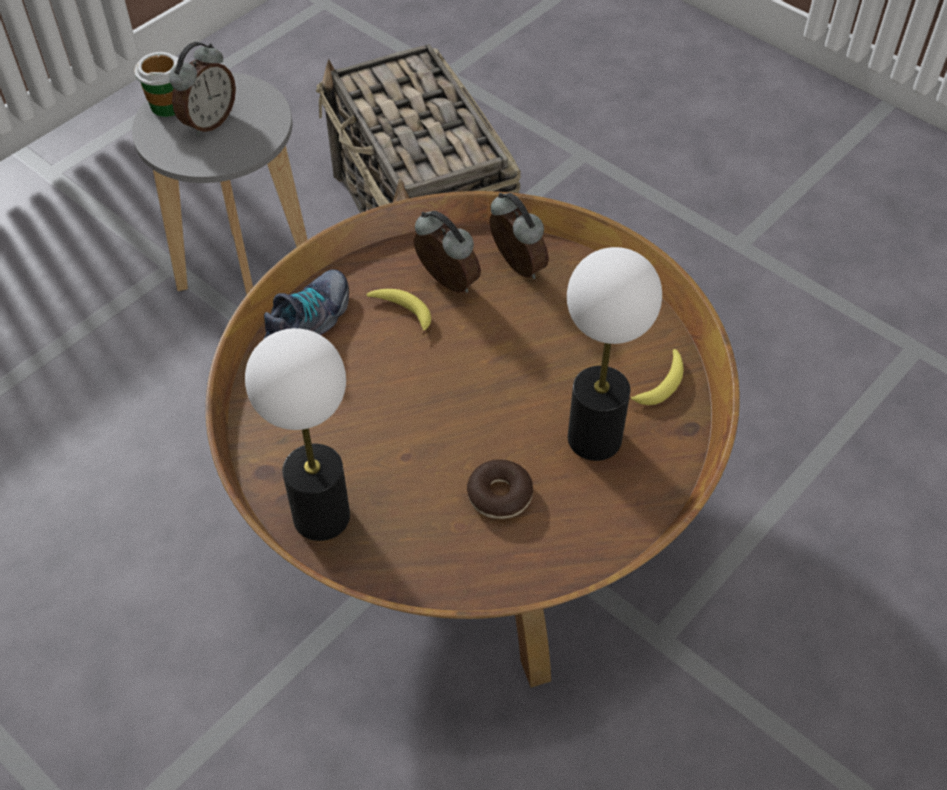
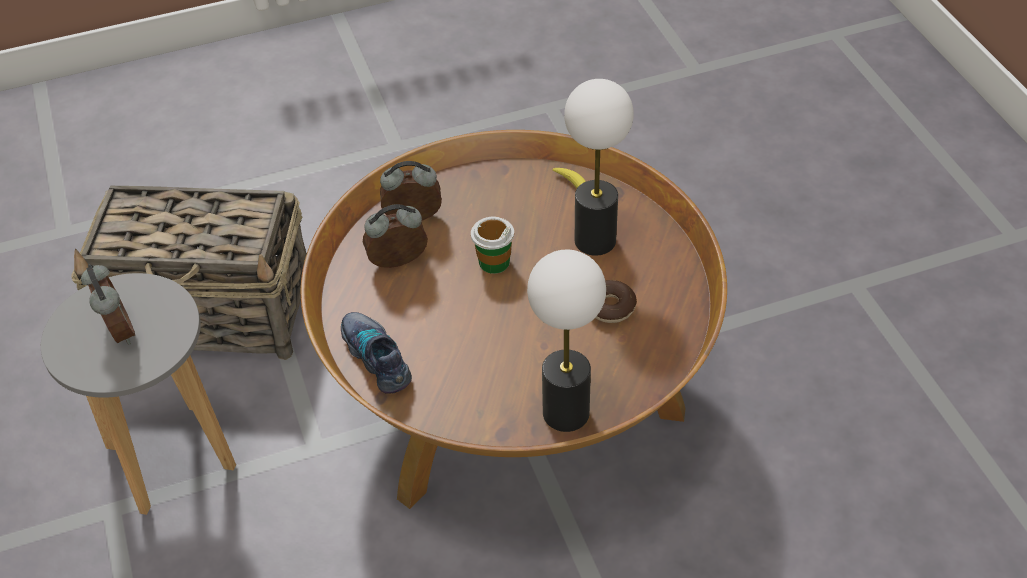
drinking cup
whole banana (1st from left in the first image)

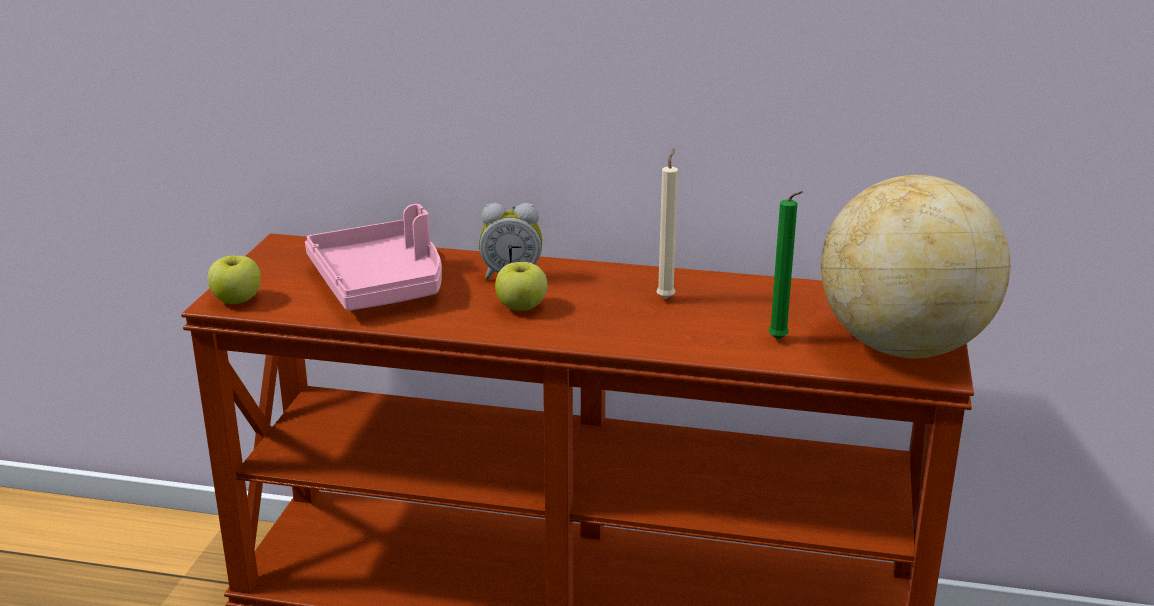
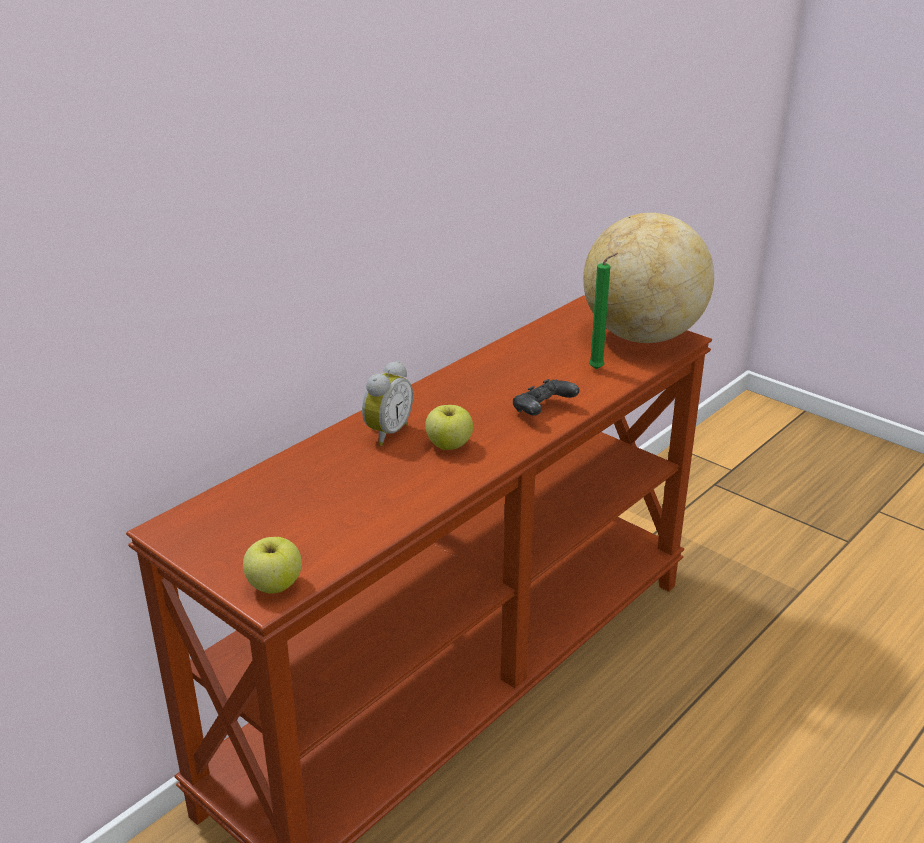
beige-coloured wax light
pink-coloured tray
black-coloured game controller

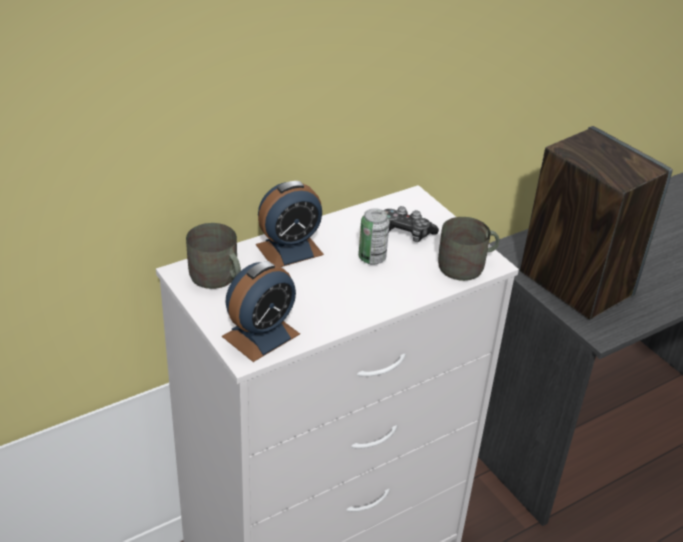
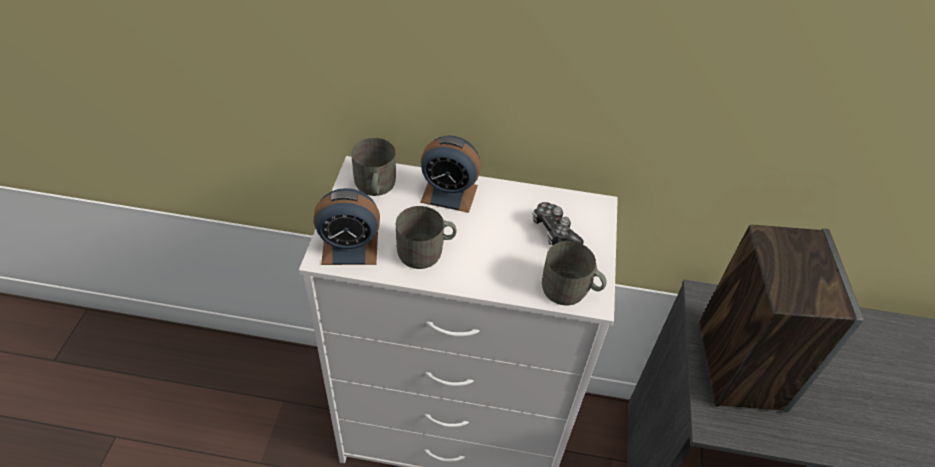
can
grey tea mug (2nd from left)

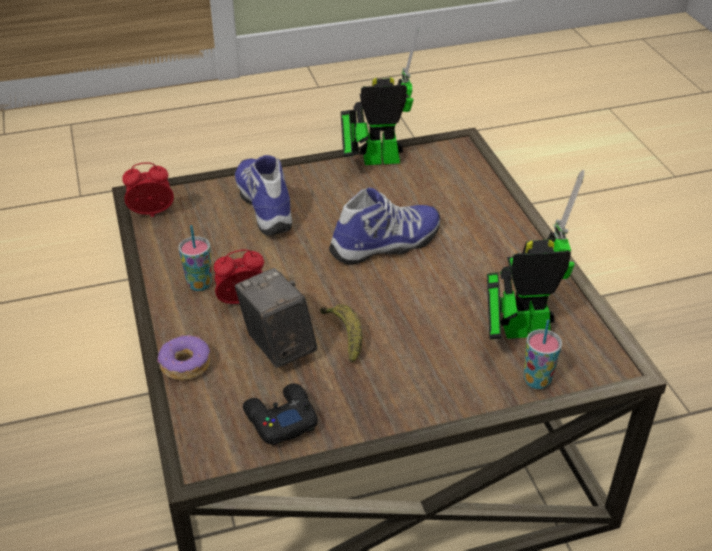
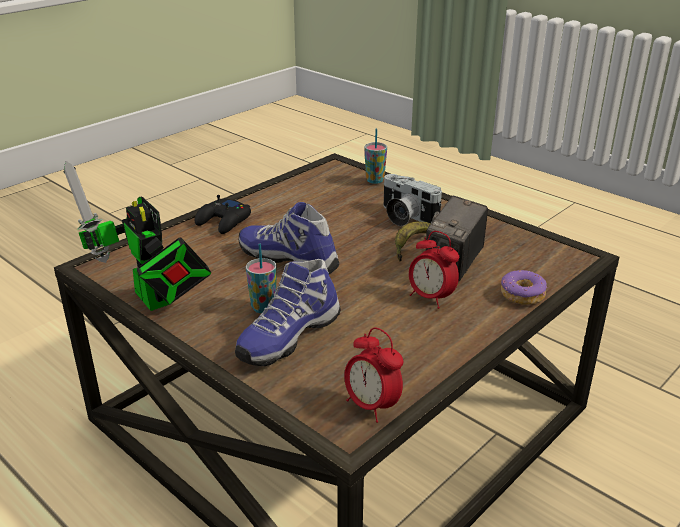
toy robot (2nd from left in the first image)
drinking cup (1st from left)
black-coloured game controller
photo camera (1st from left)

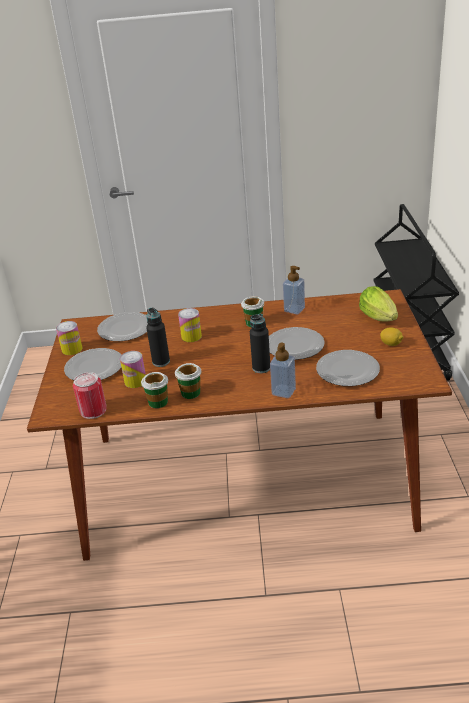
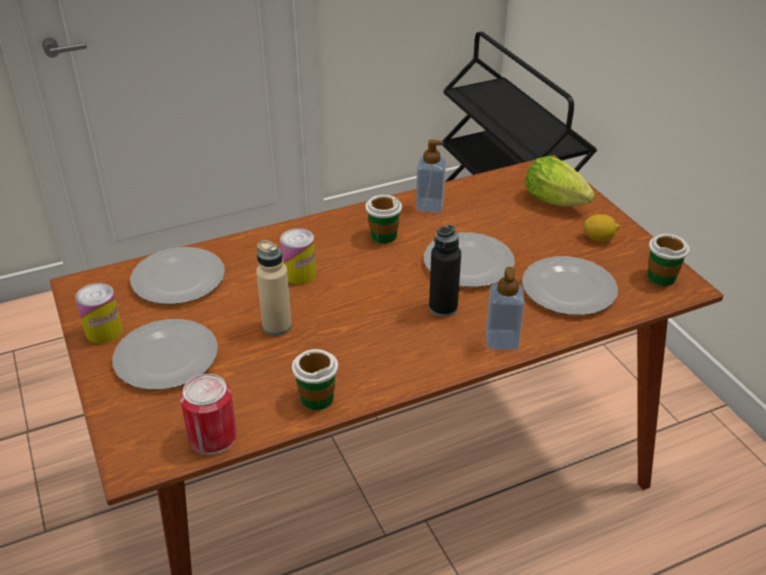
beige-coloured drink bottle
can (3rd from left in the first image)
drinking cup (3rd from left)

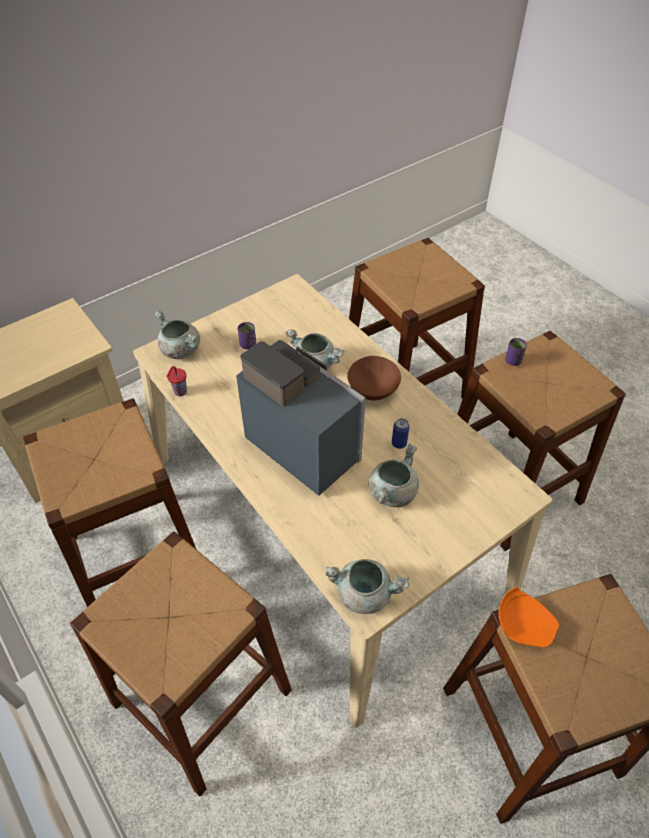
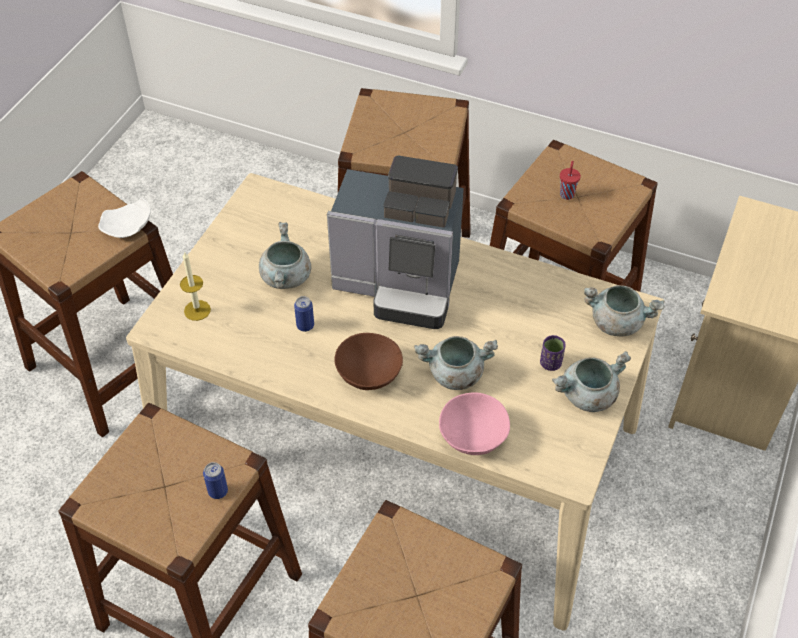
can (1st from left)
red drinking cup
grey saucepot (3rd from left)
whitish flat dish
wax light
pink-coloured serving bowl

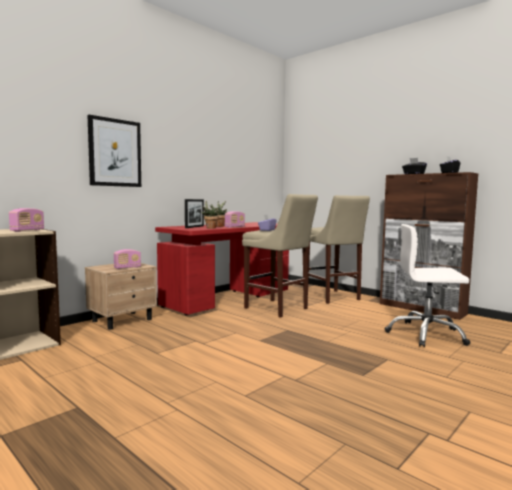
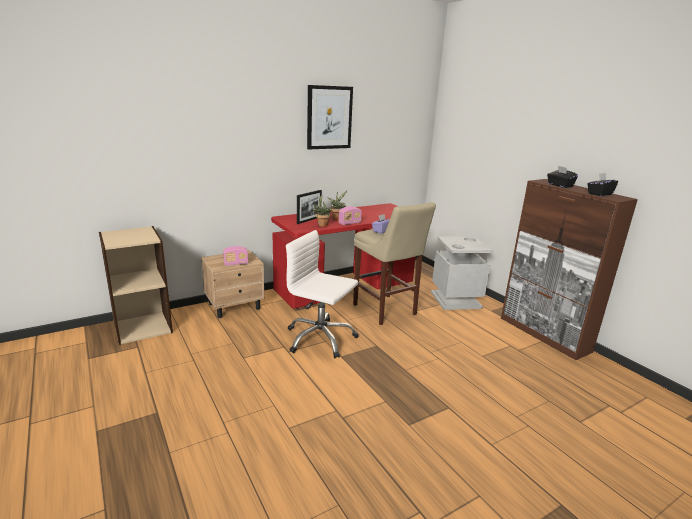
wall picture
grey waste bin
radio receiver (1st from left in the first image)
whitish office chair

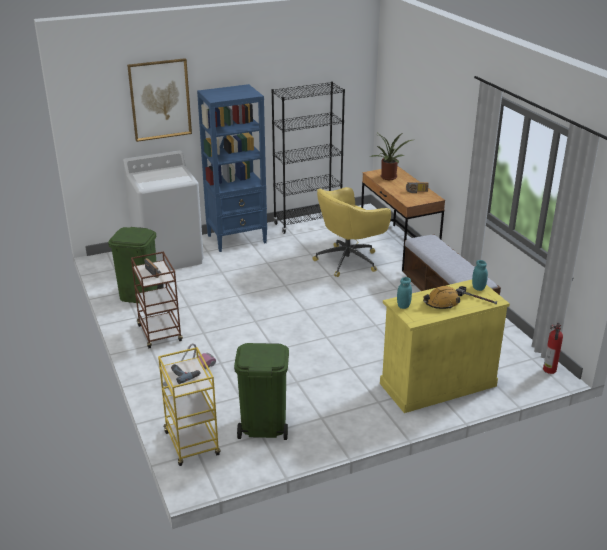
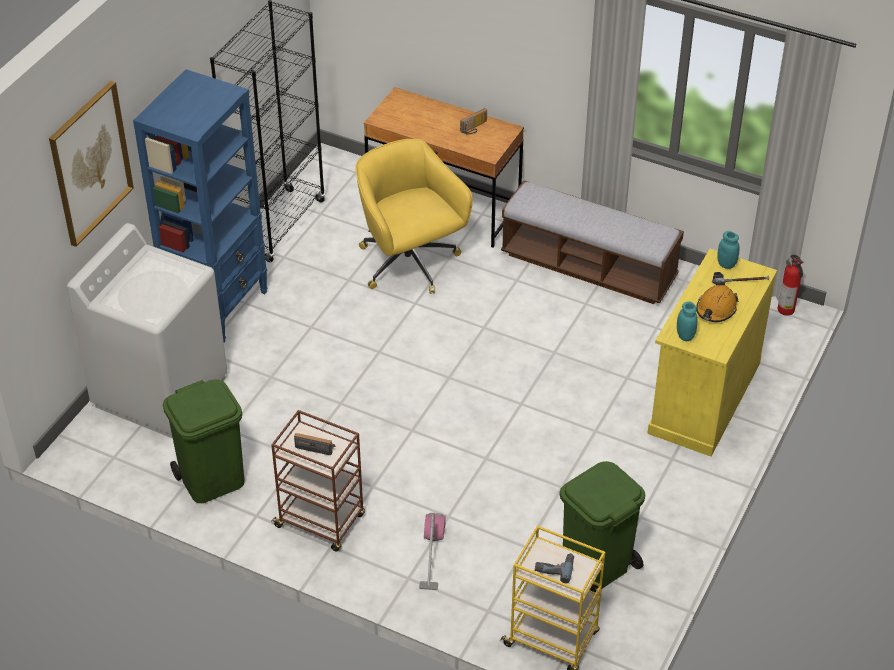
plant in a pot
yellow-coloured office chair

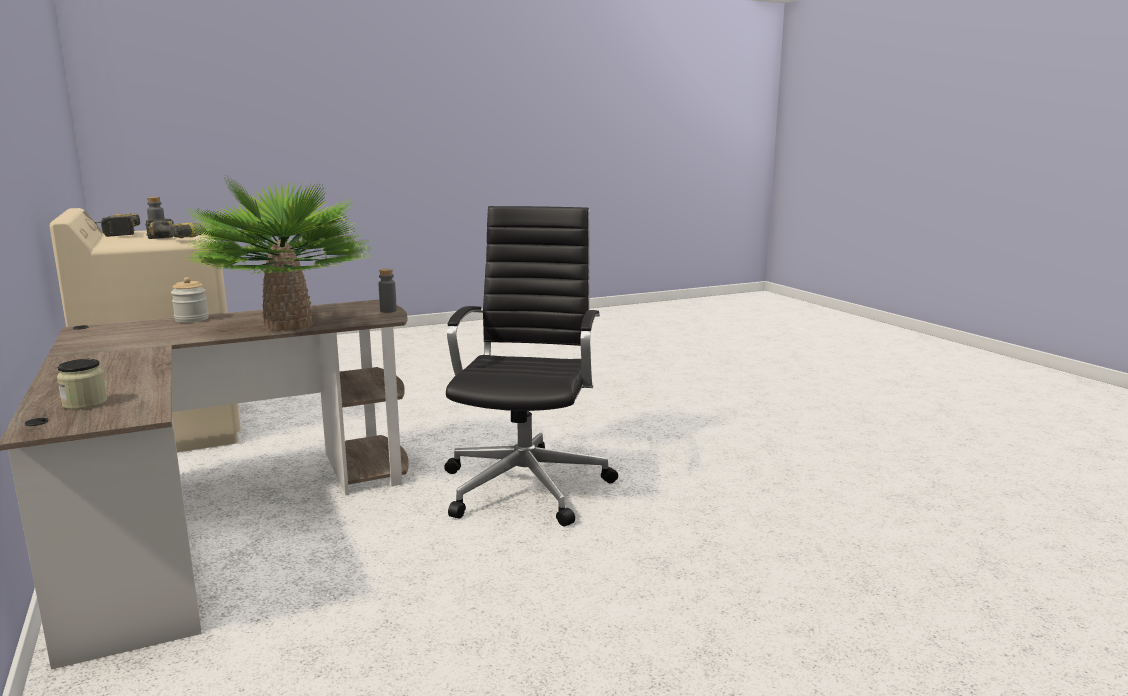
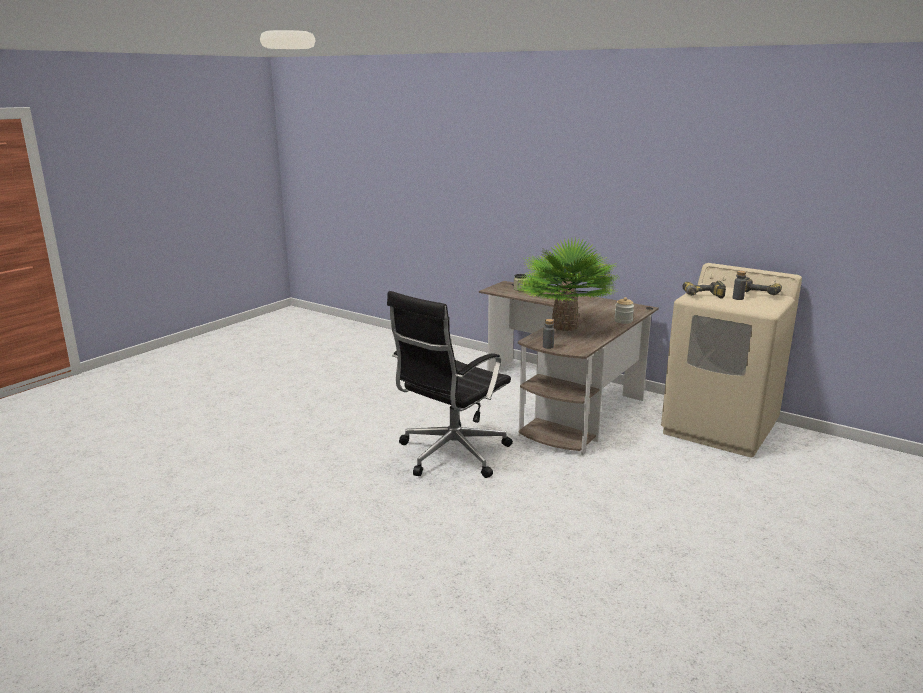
black-coloured office chair

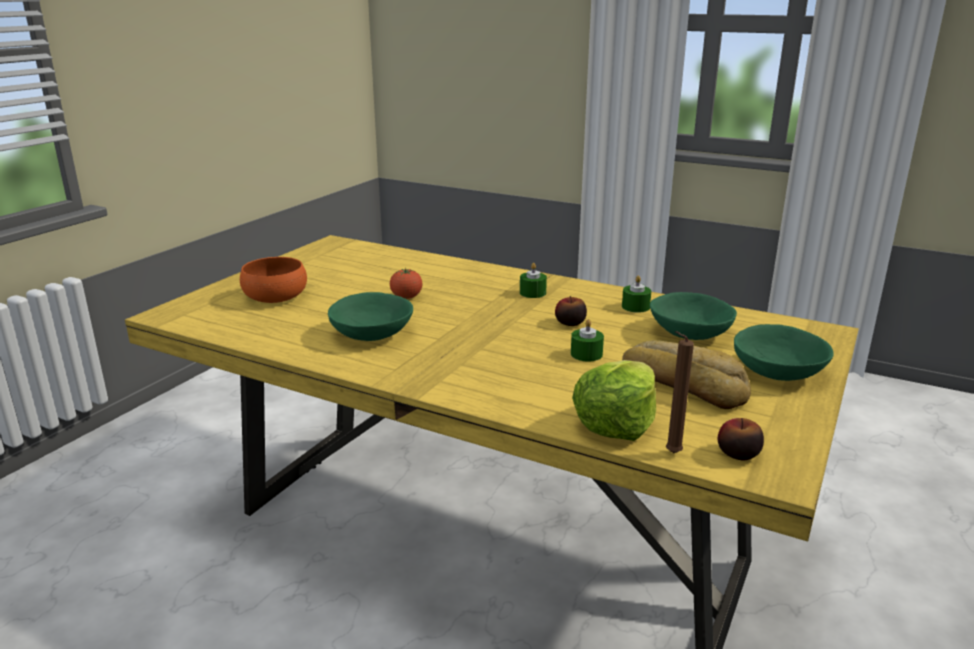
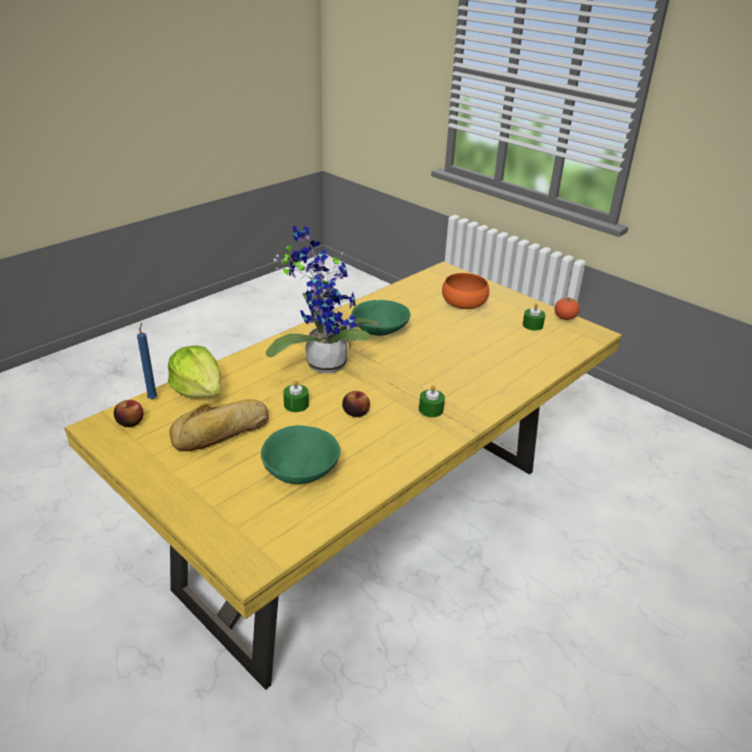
fresh tomato
greenish wax light (3rd from left)
greenish serving bowl (3rd from left in the first image)
blue-coloured wax light
plant in a pot

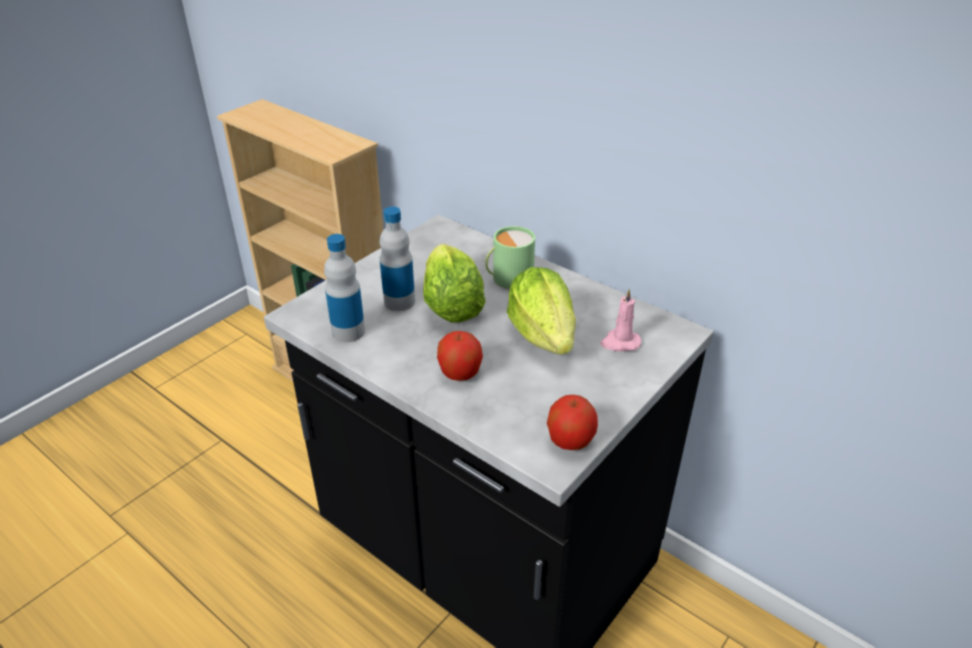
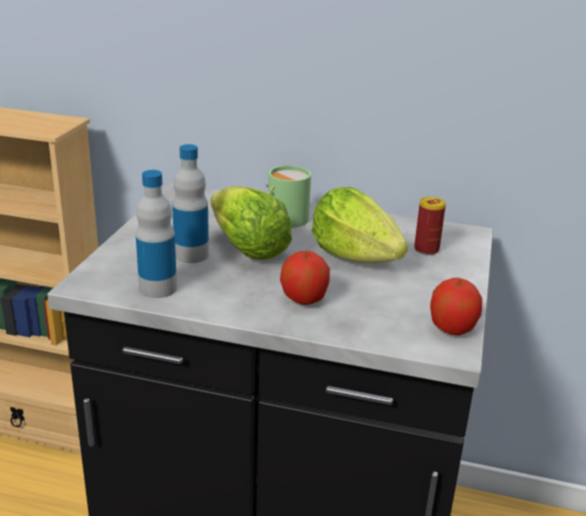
can

